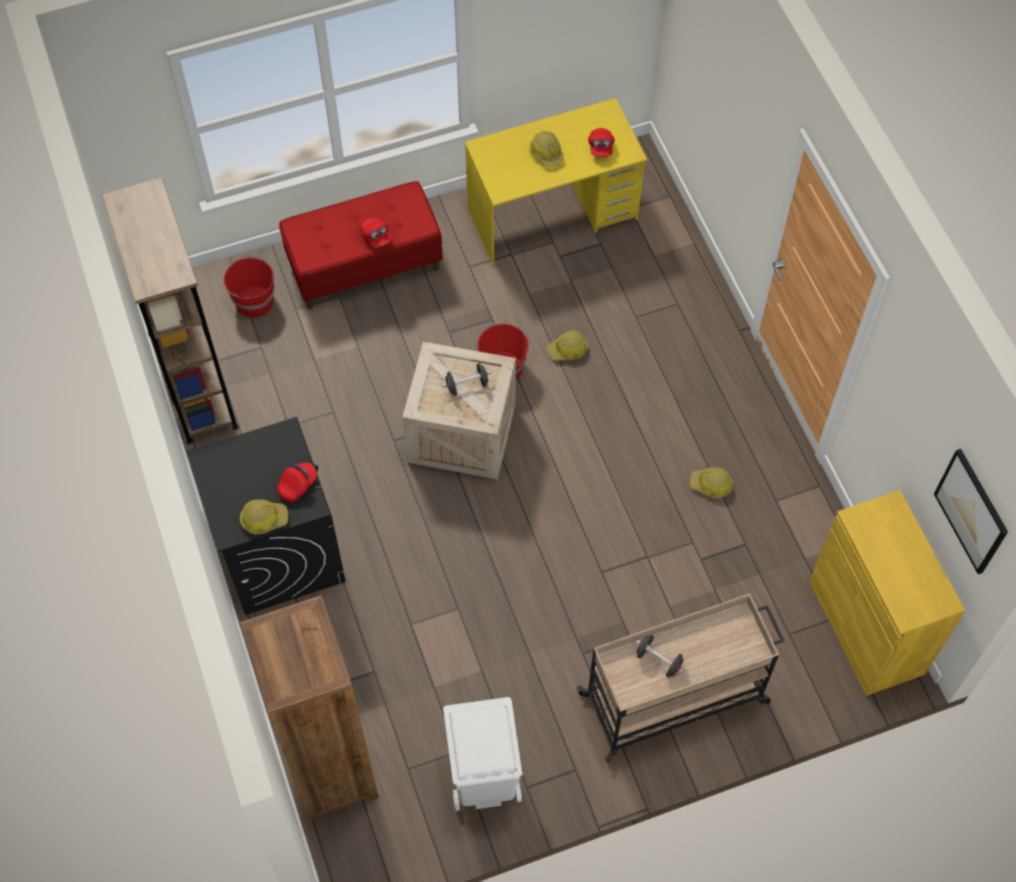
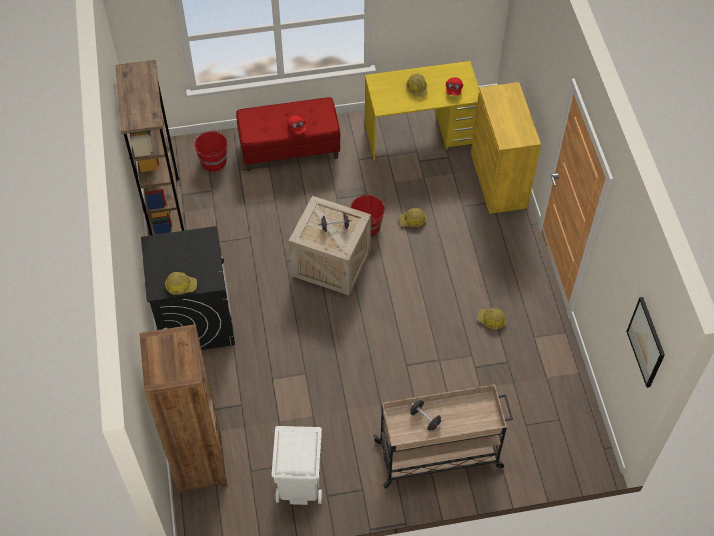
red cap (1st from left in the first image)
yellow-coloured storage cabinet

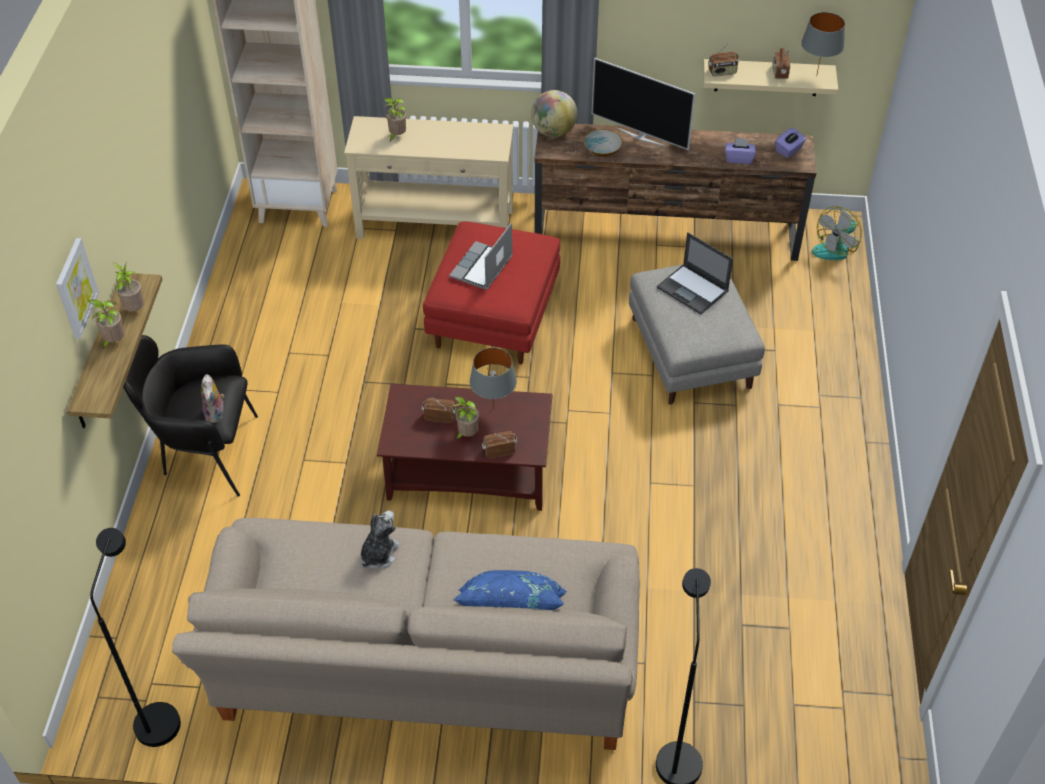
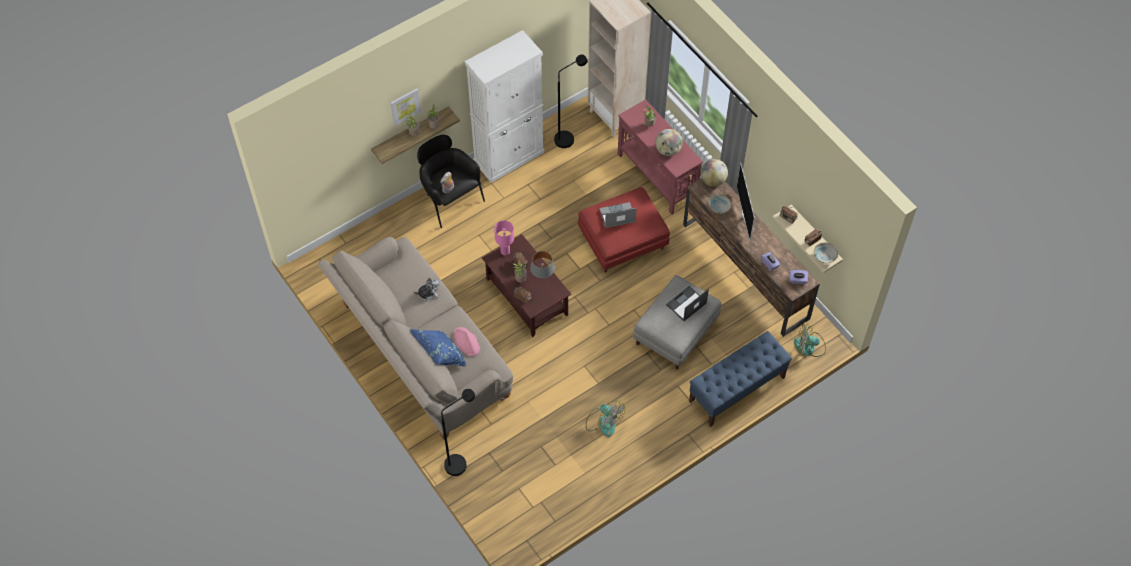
serving bowl (2nd from left)
red narrow table
laptop (2nd from left)
black-coloured floor lamp (2nd from left)
whitish storage cabinet
world globe (1st from left)
pink-coloured tabletop lamp
pink-coloured clothing hat
blue-coloured long seat
fan (1st from left)

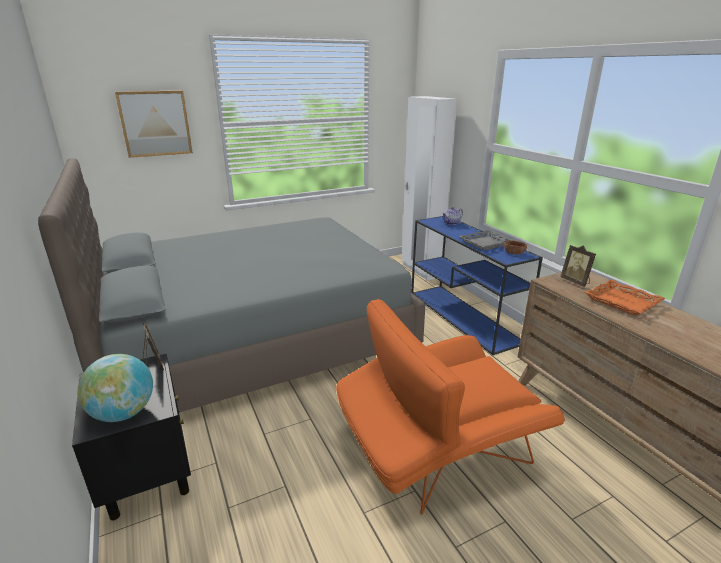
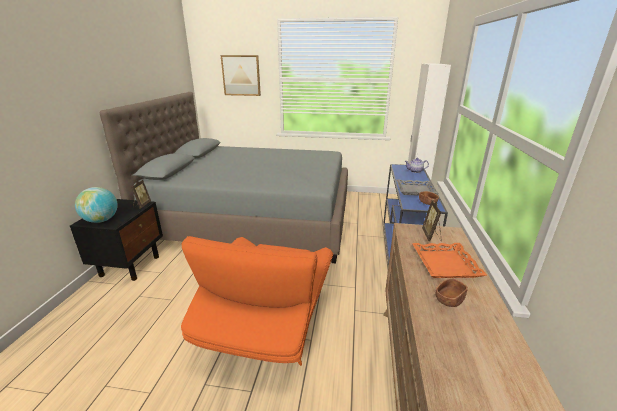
orange armchair
brown-coloured serving bowl (2nd from left)

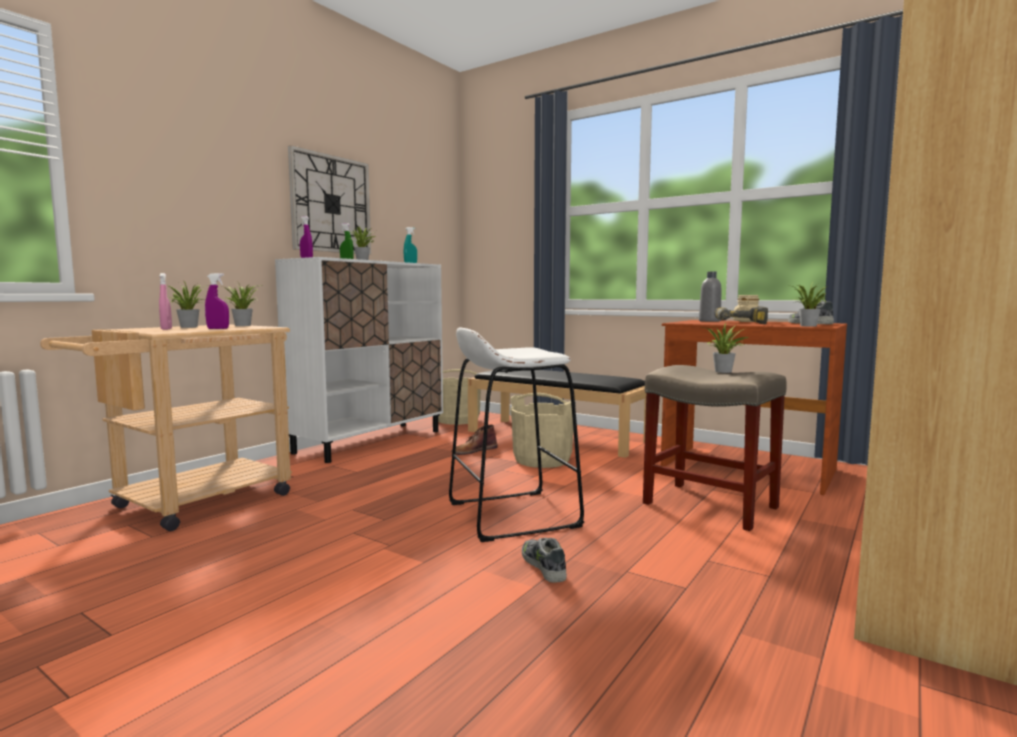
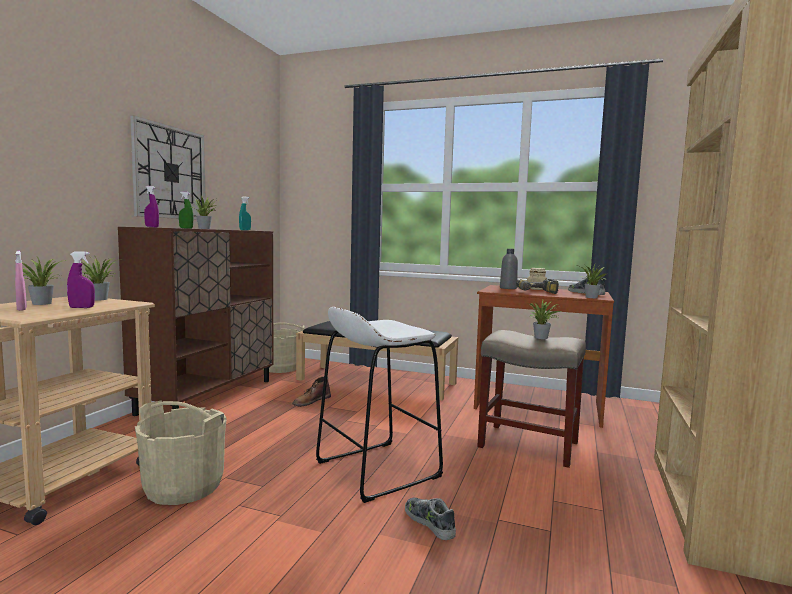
brown-coloured storage cabinet
beige-coloured bucket (1st from left)

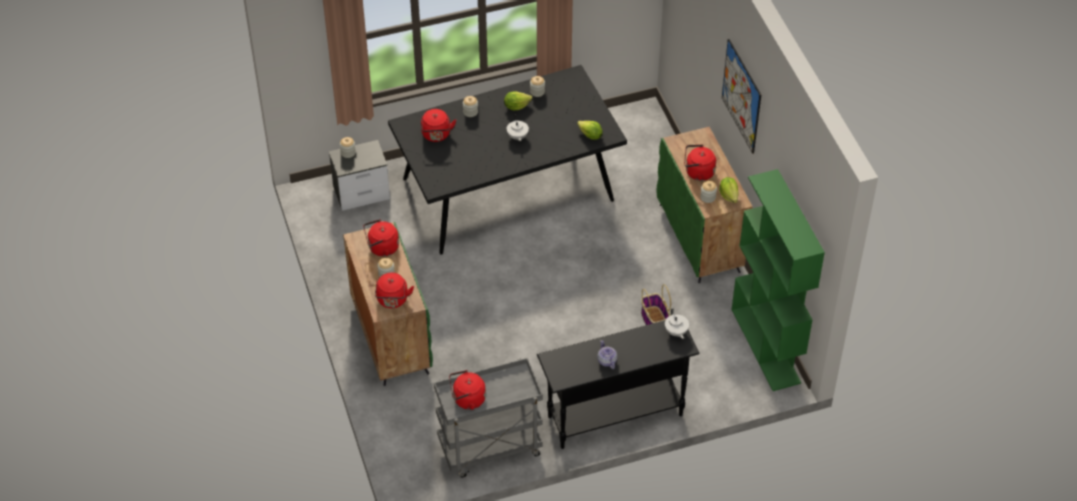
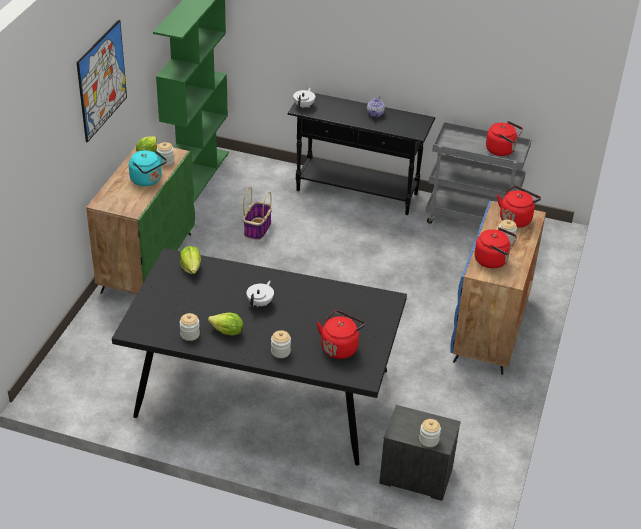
turquoise tea kettle
blue-coloured storage cabinet

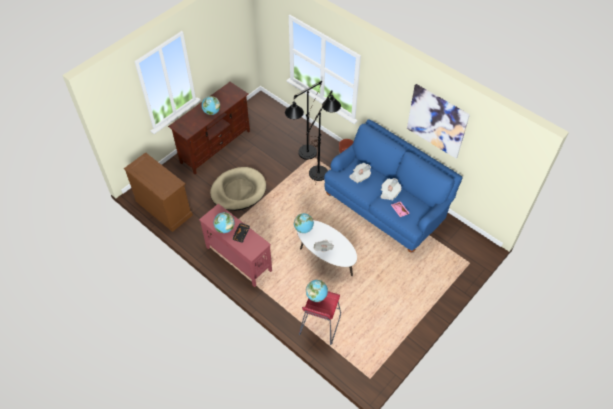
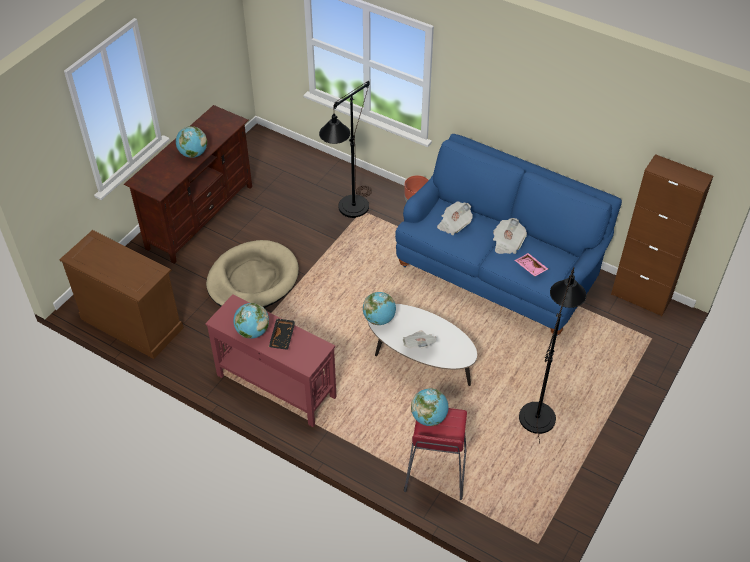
wall picture
black-coloured floor lamp (2nd from left)
brown-coloured storage cabinet

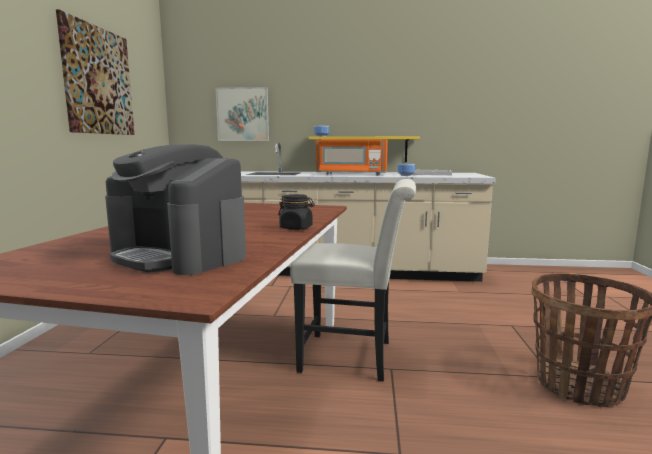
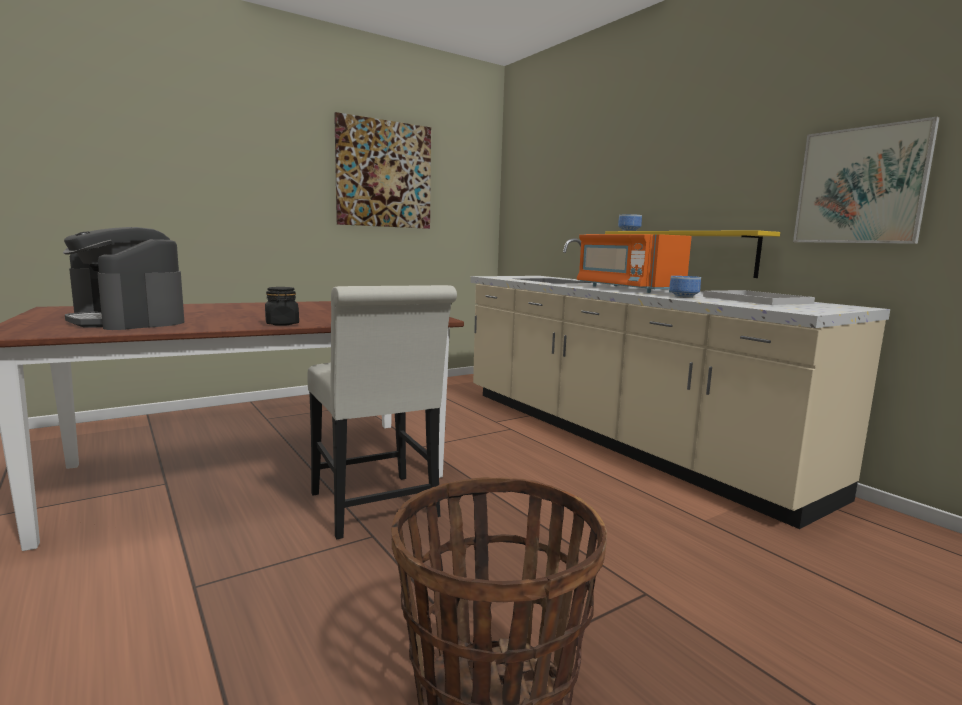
wall picture (2nd from left)
coffee brewer

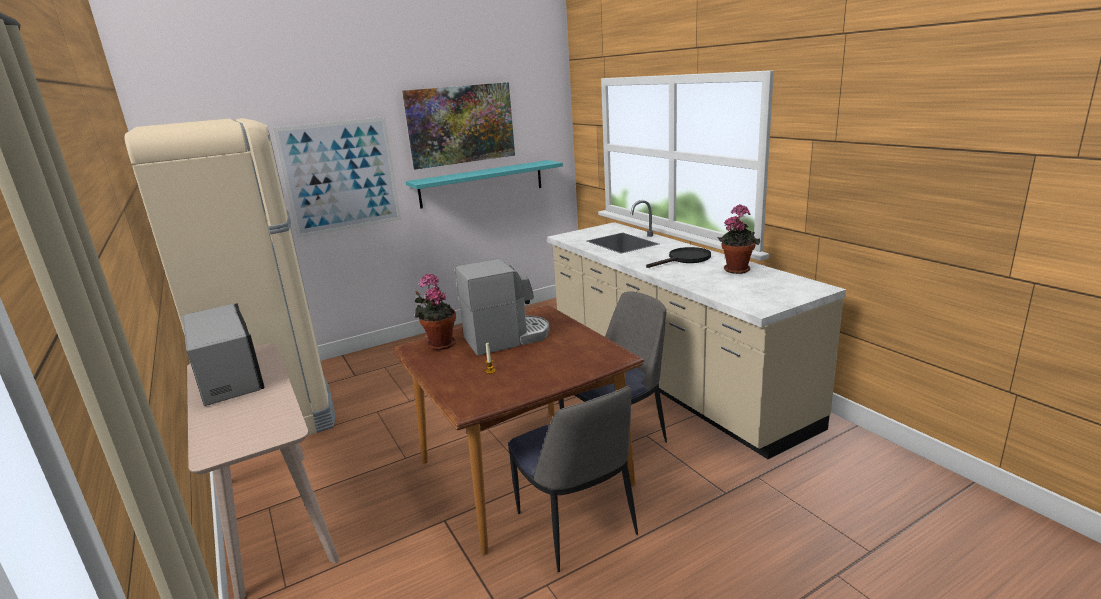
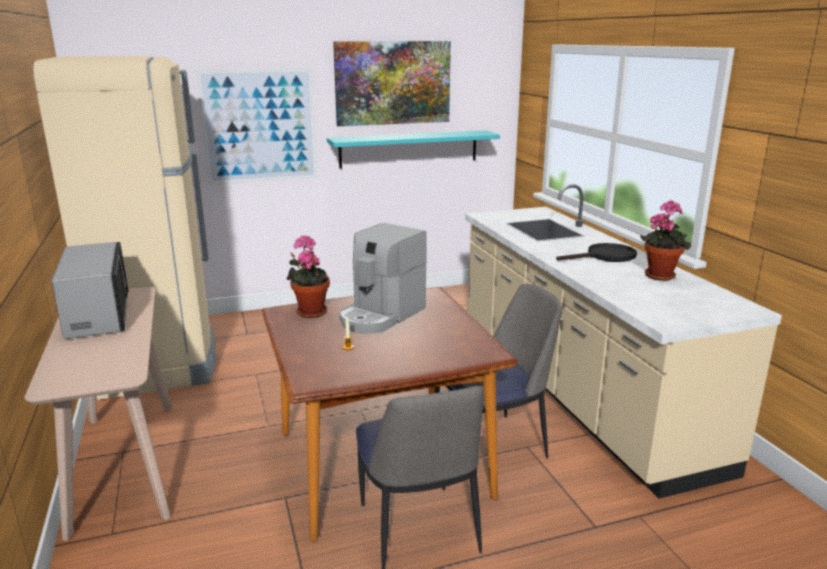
coffee brewer

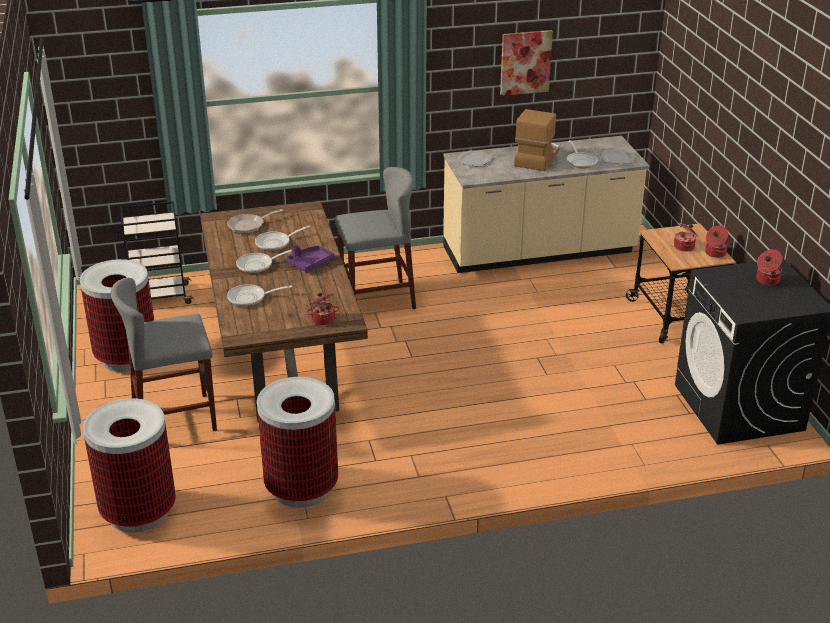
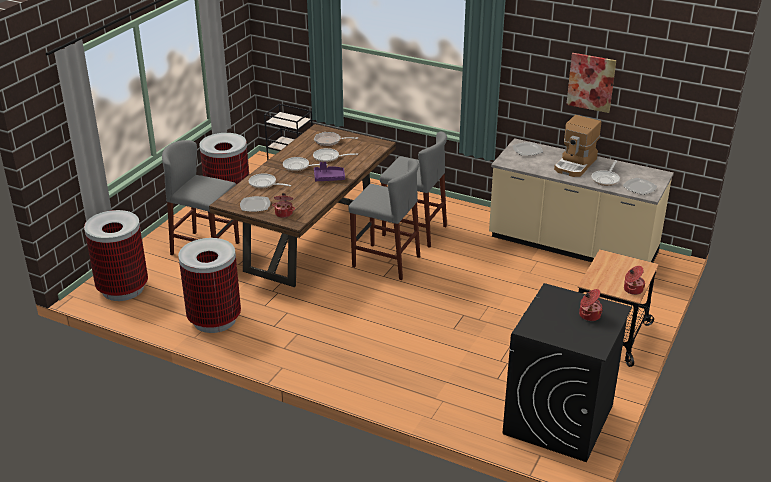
coffee brewer
saucepot (2nd from left in the first image)
grey sitting stool (2nd from left)
flat dish (1st from left)

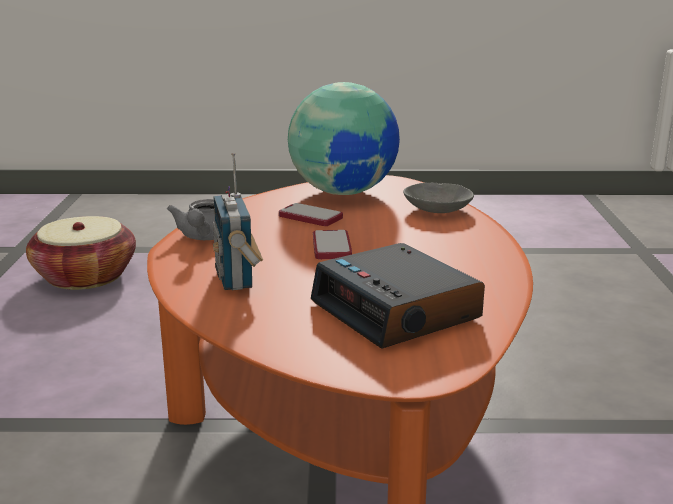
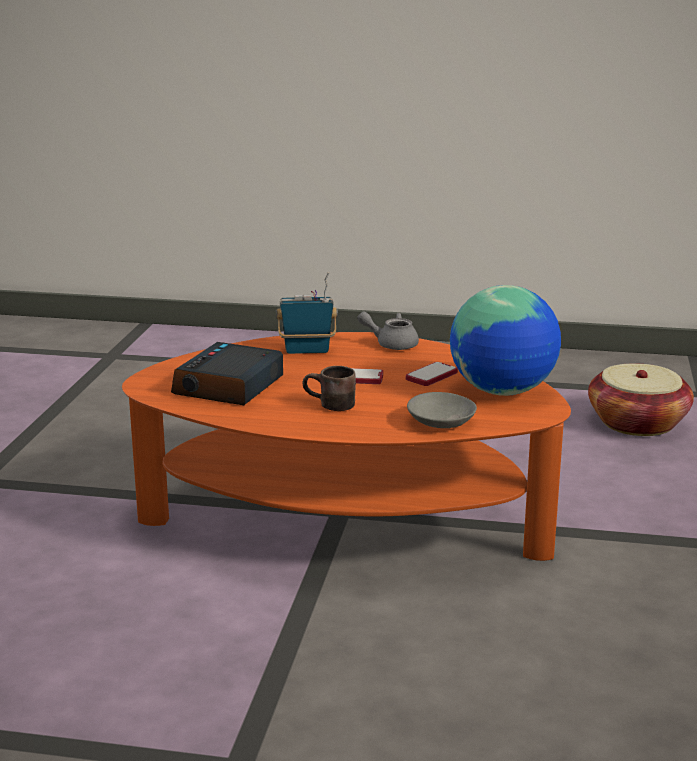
table clock
brown-coloured tea mug

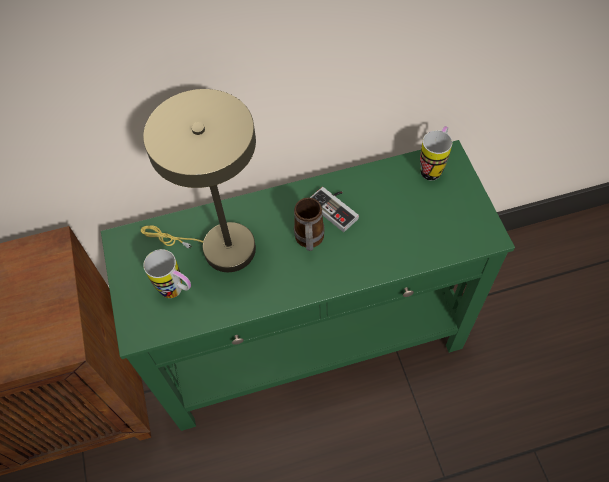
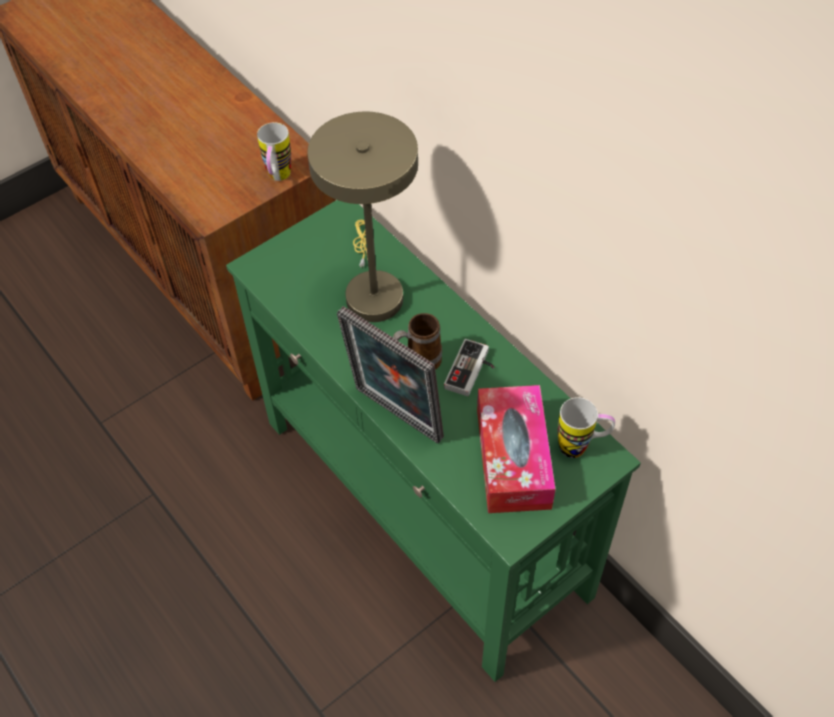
tea mug (1st from left)
photo frame
tissue box

